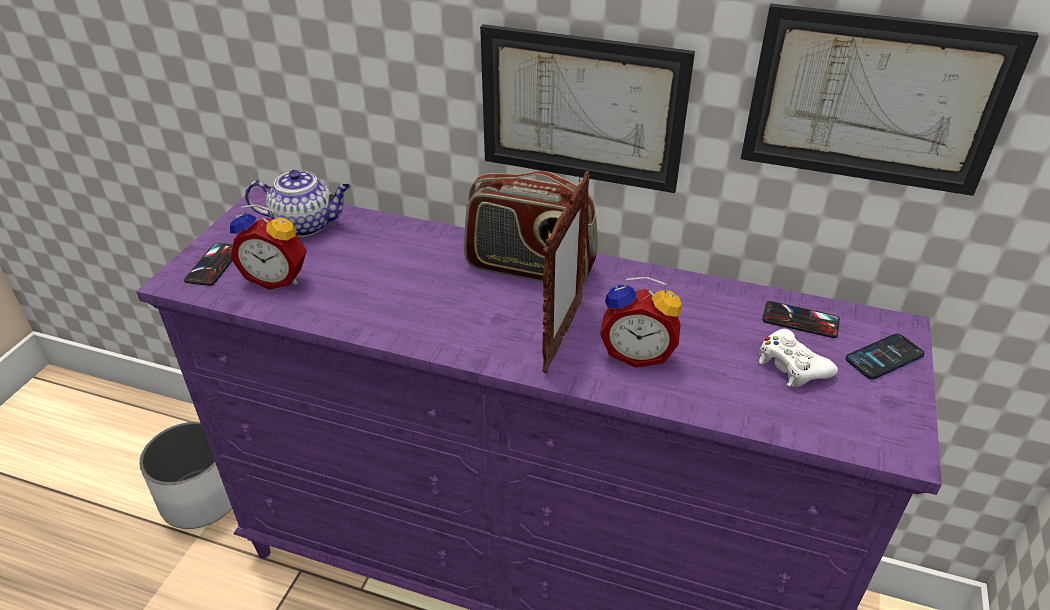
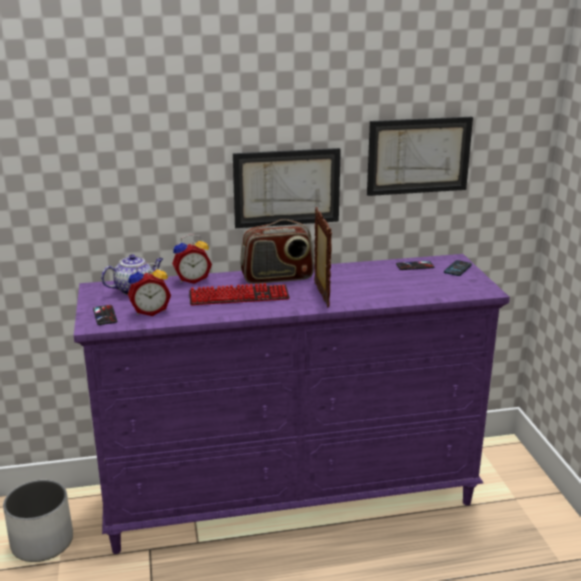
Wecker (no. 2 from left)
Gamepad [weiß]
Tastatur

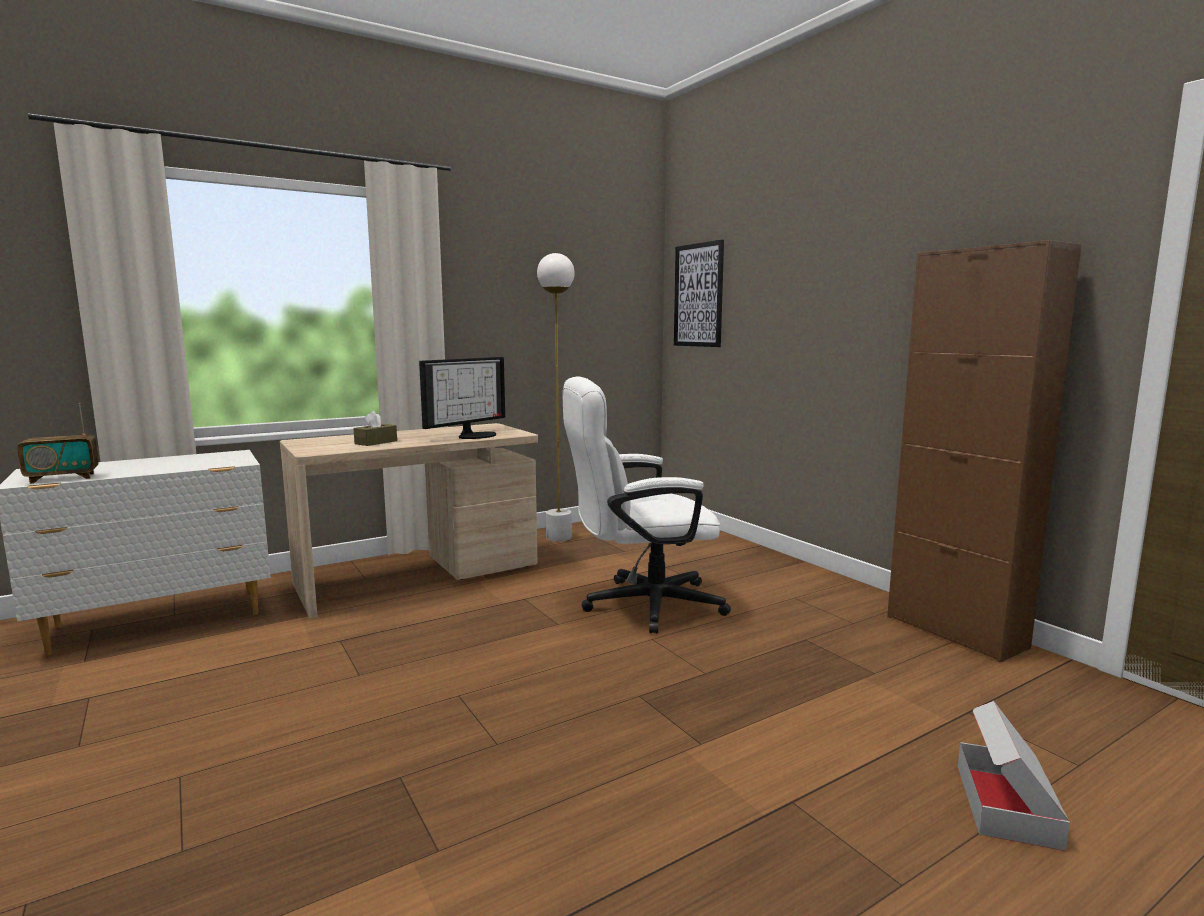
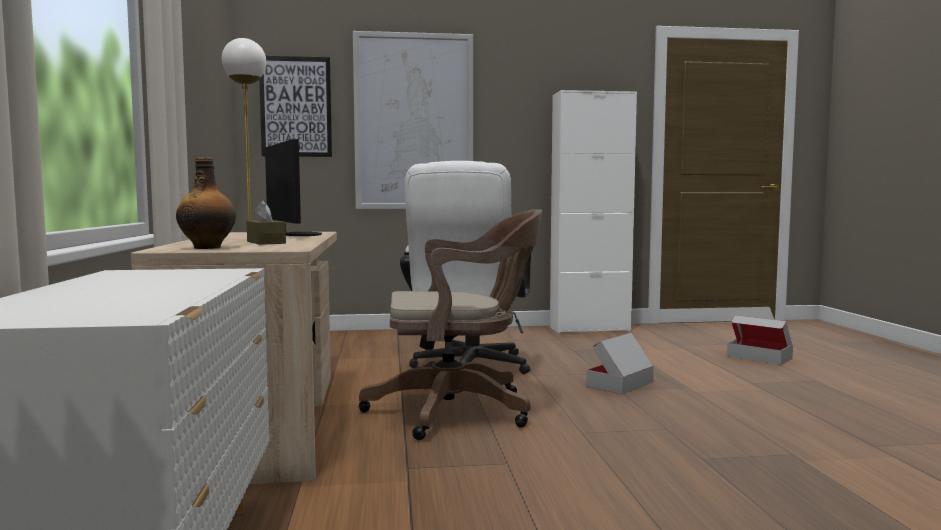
Schrank [weiß]
Radio
Bild (no. 2 from left)
Flasche
Bürostuhl [braun]
Karton (no. 1 from left)

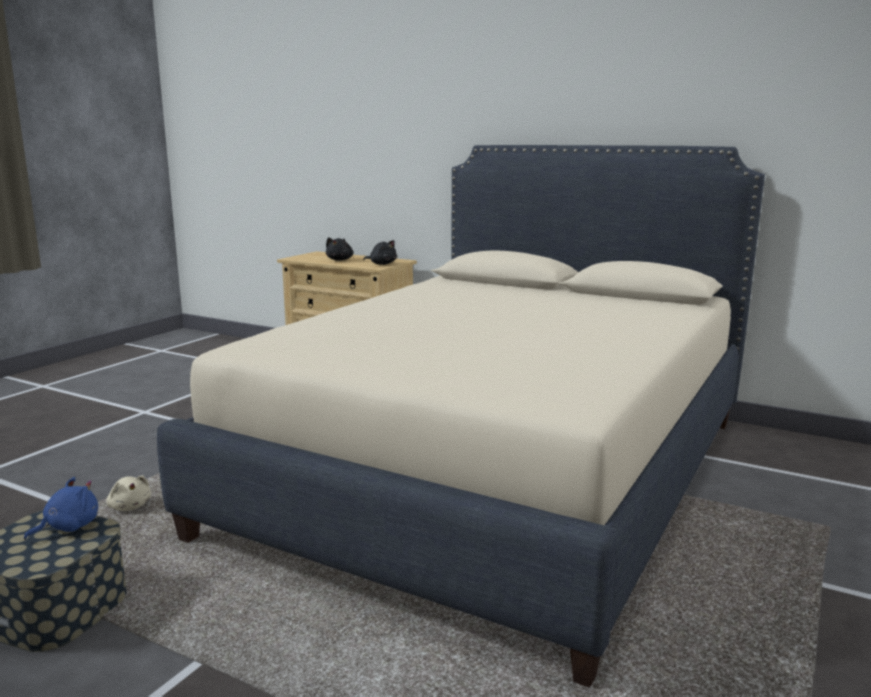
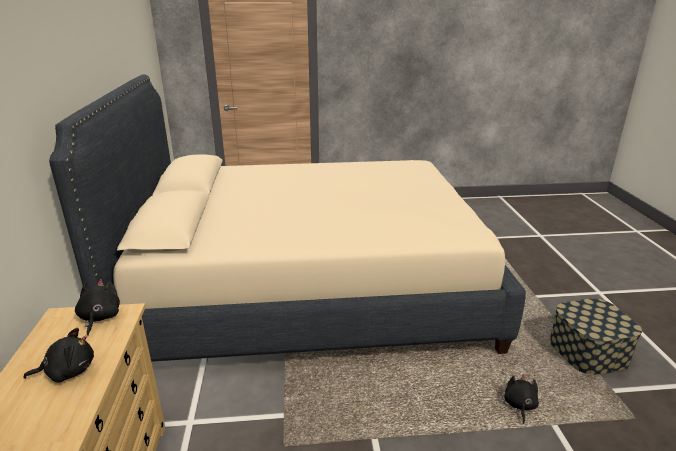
Plüschtier [schwarz] (no. 3 from left)
Plüschtier [blau]

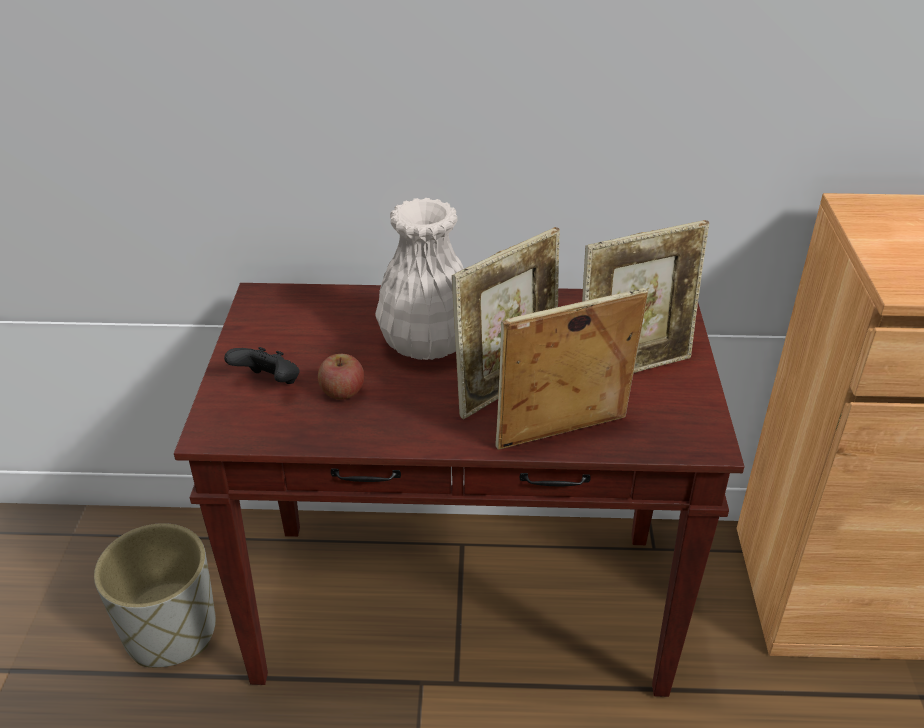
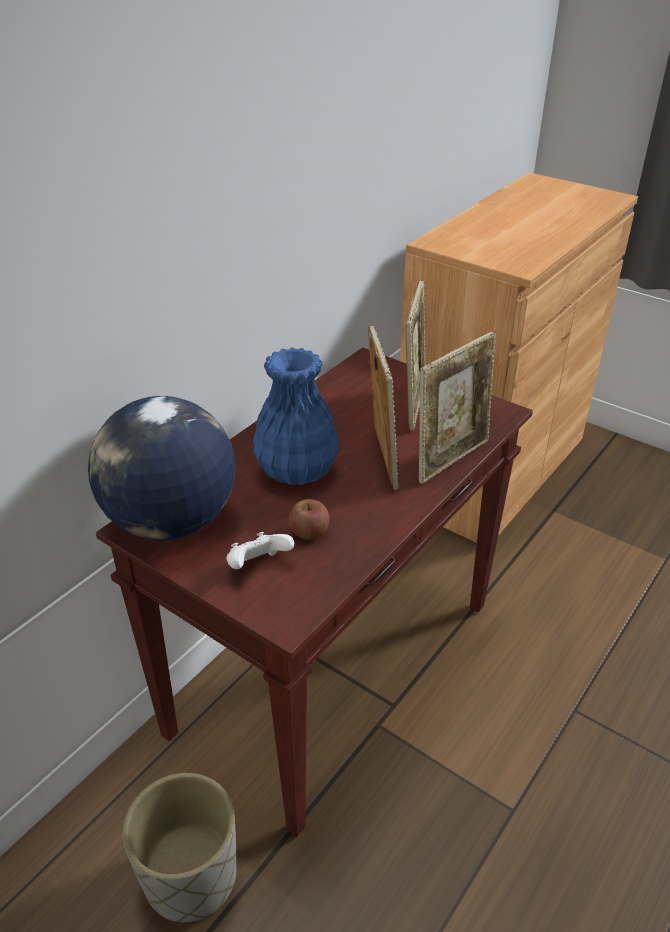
Vase [blau]
Bilderrahmen (no. 3 from left)
Gamepad [weiß]
Globus

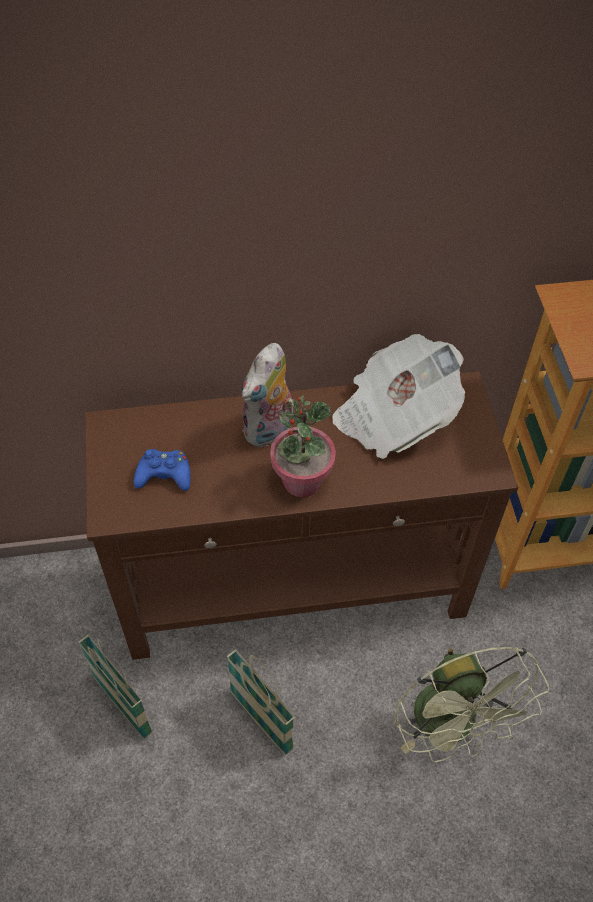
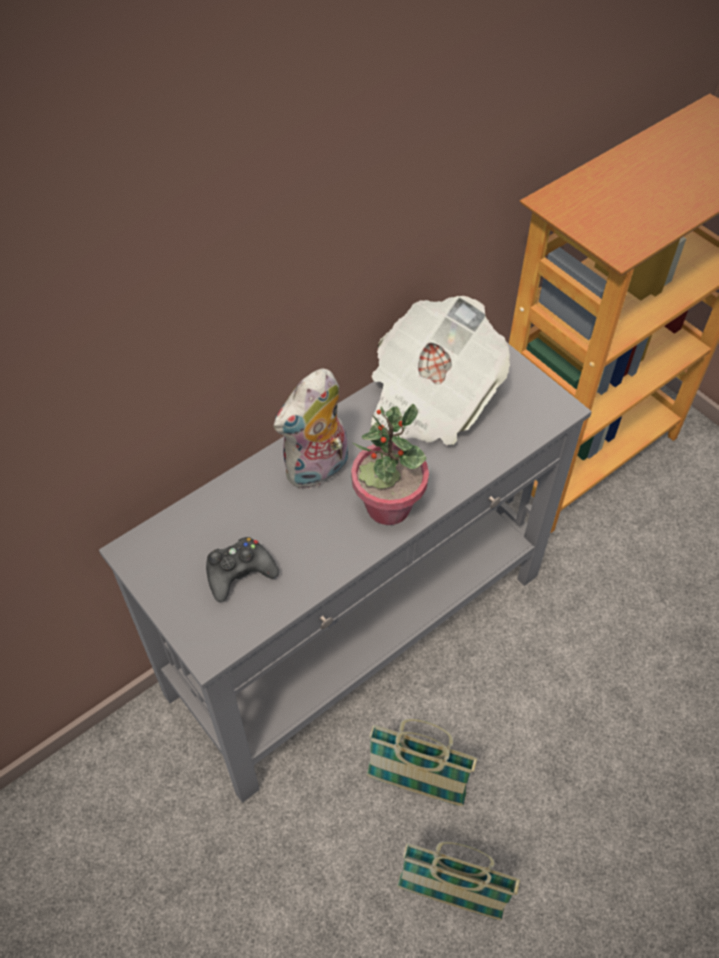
Plüschtier
Konsolentisch [grau]
Gamepad [schwarz]
Korb (no. 2 from left)
Ventilator [grün]

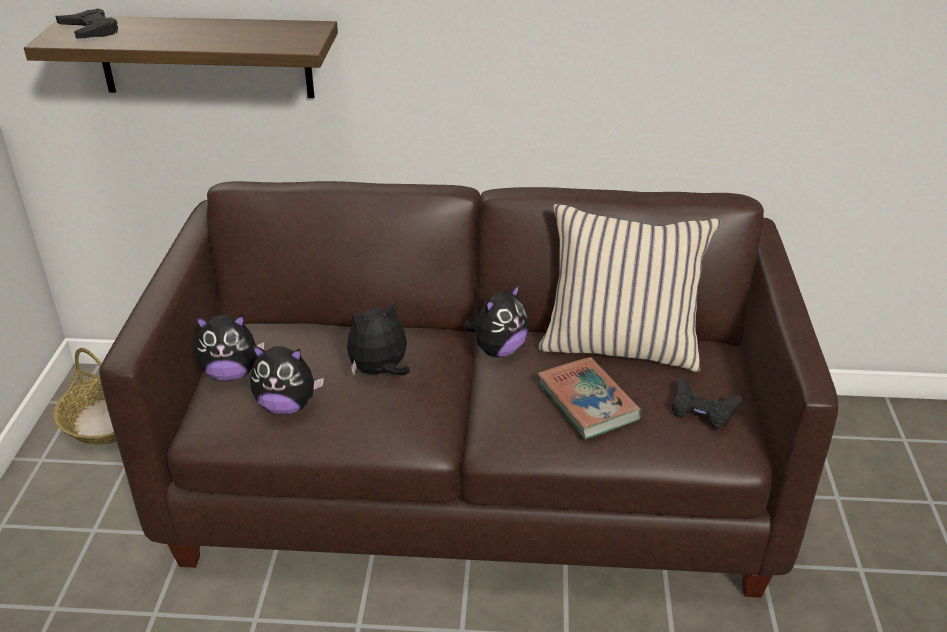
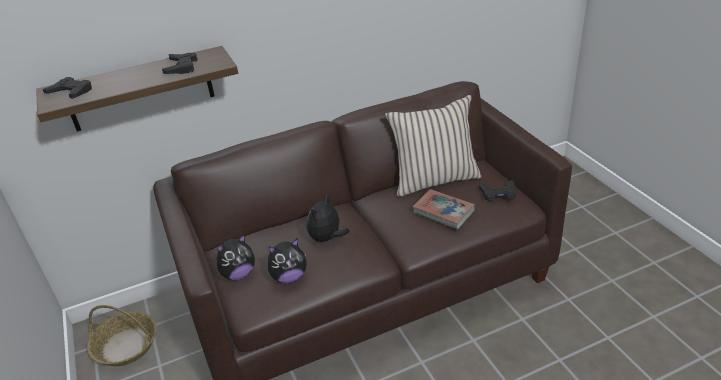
Plüschtier (no. 4 from left in the first image)
Gamepad [schwarz] (no. 2 from left)

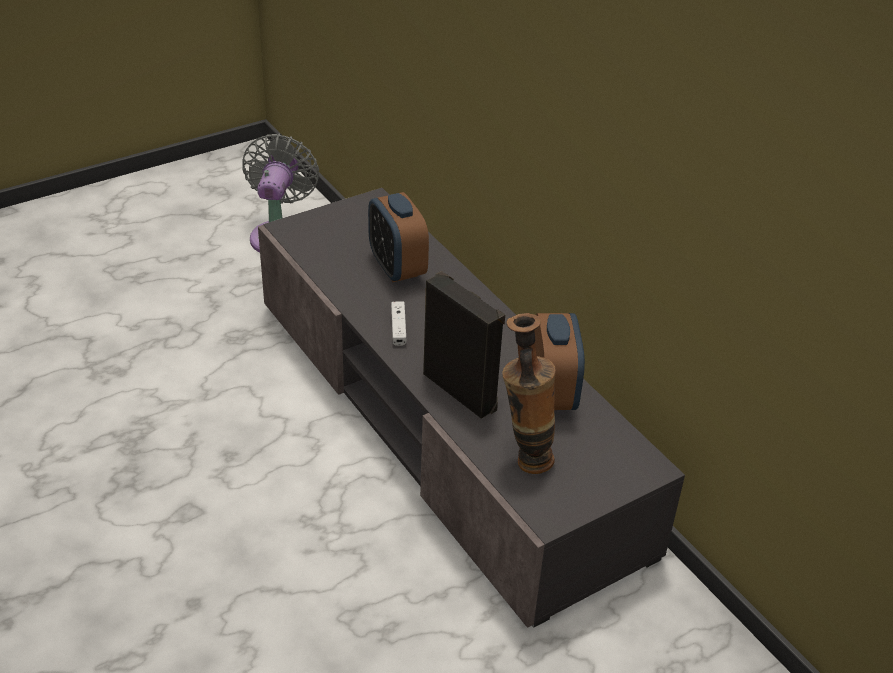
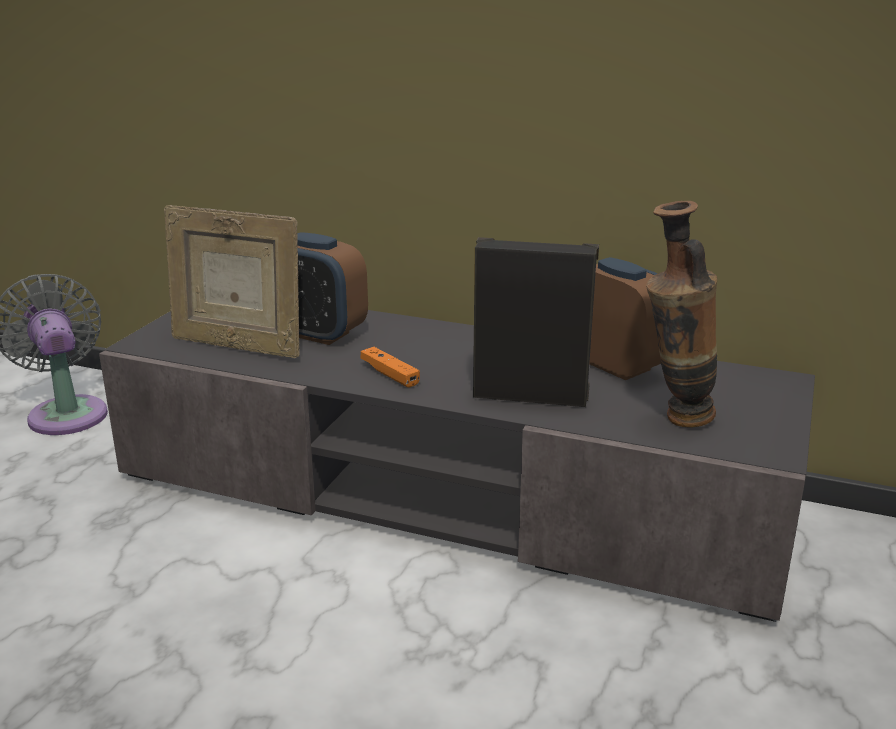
Gamepad [orange]
Bilderrahmen

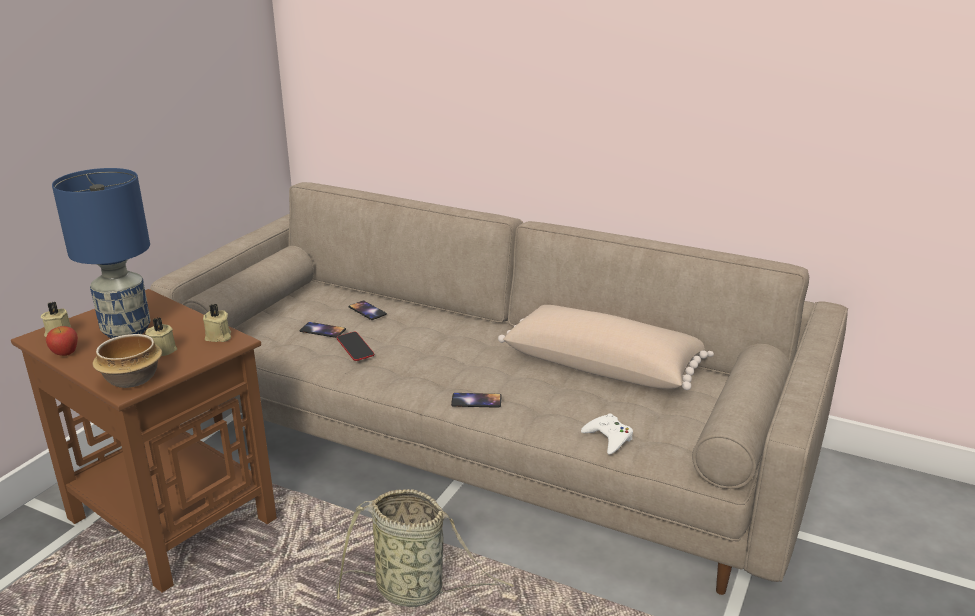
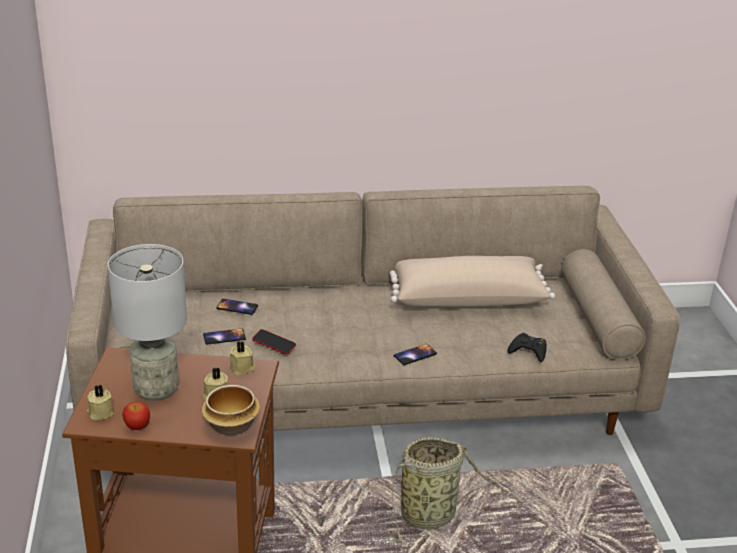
Tischlampe [grau]
Gamepad [schwarz]

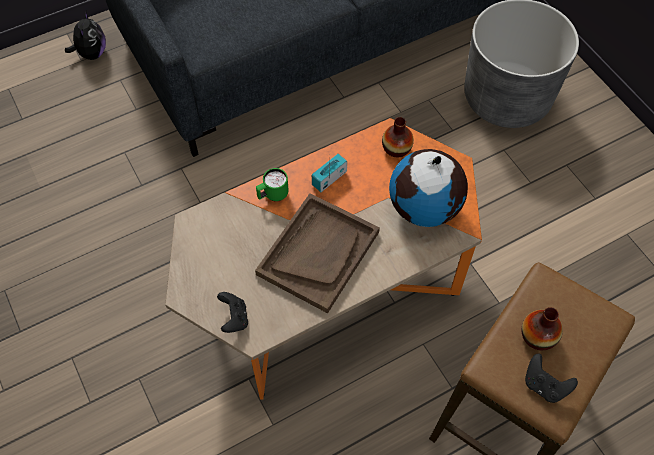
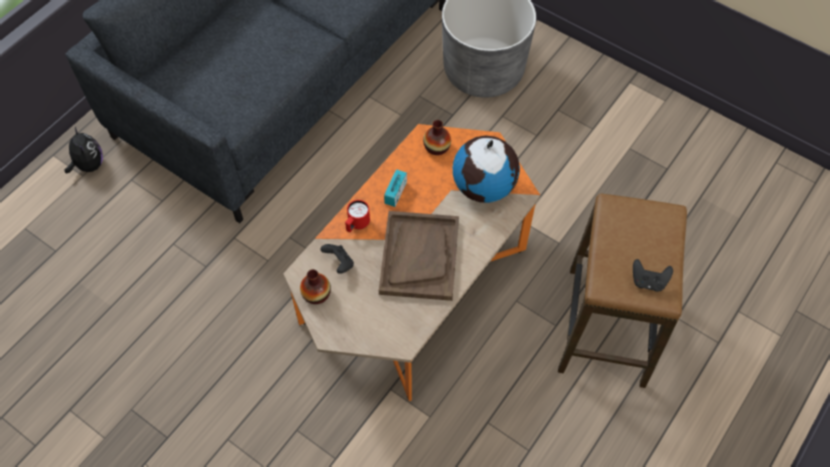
Henkelbecher [rot]
Gamepad [schwarz] (no. 1 from left)
Vase (no. 1 from left)

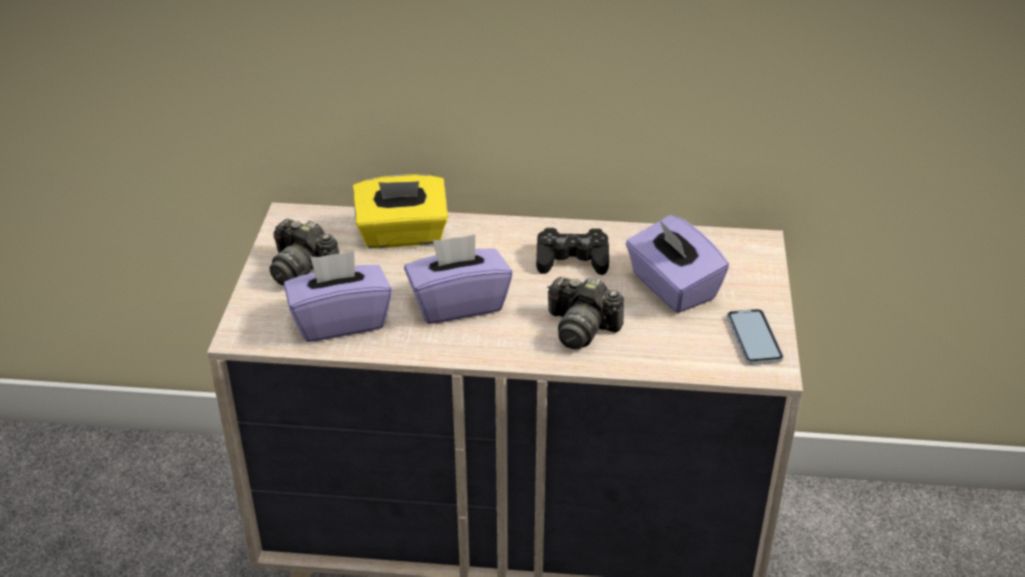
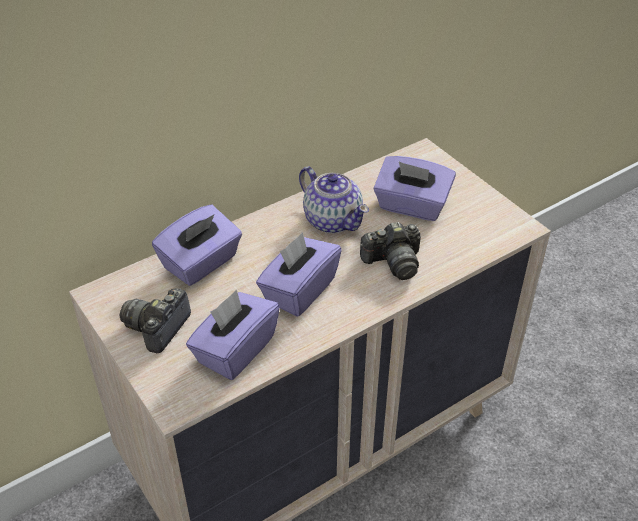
Taschentuchbox [lila] (no. 1 from left)
Kamera (no. 1 from left)
Teekanne
Handy

